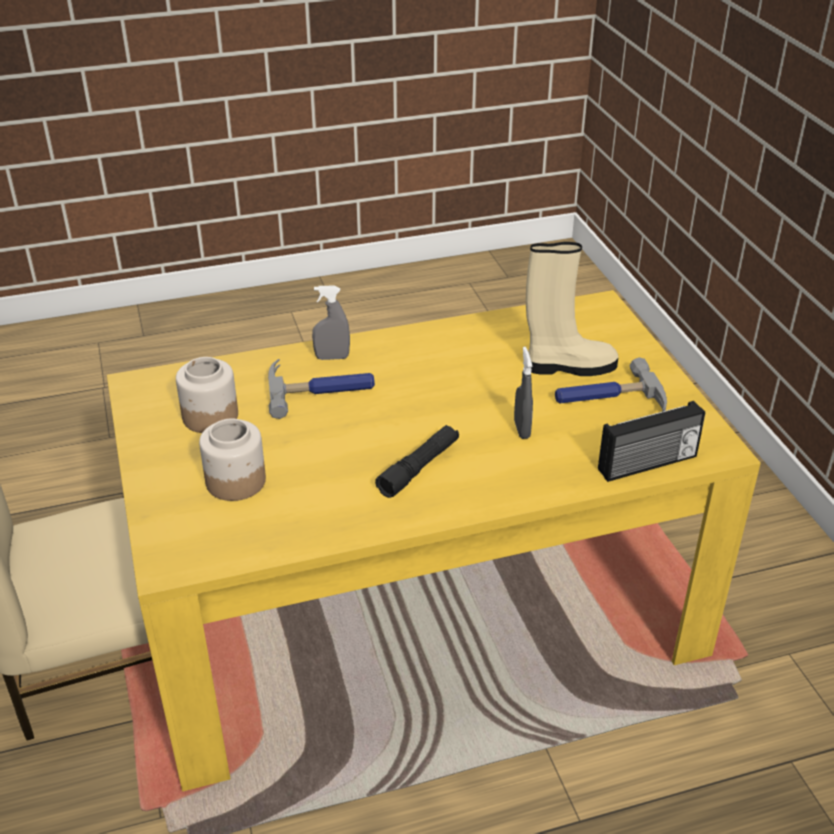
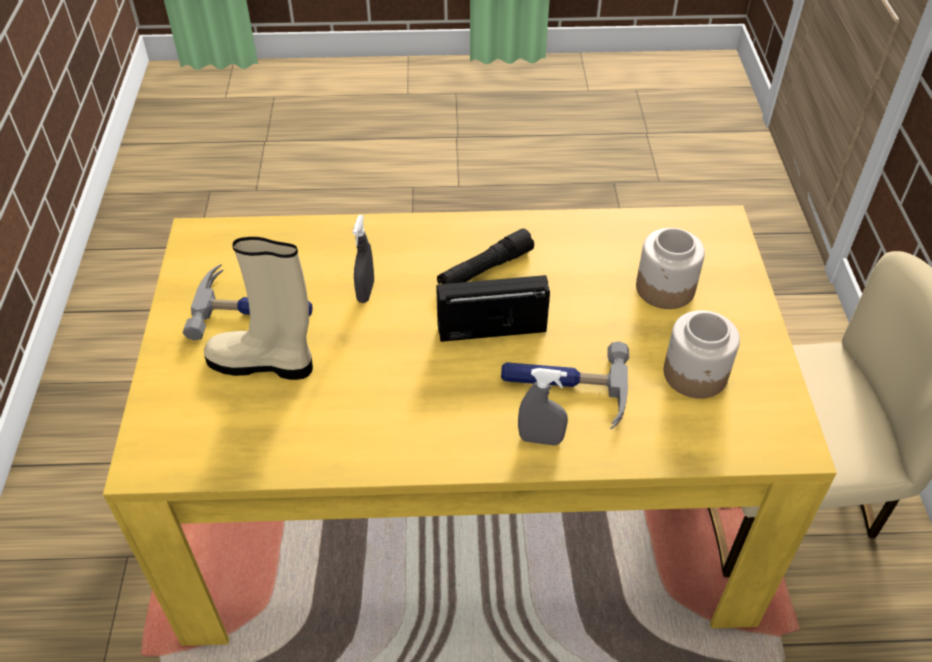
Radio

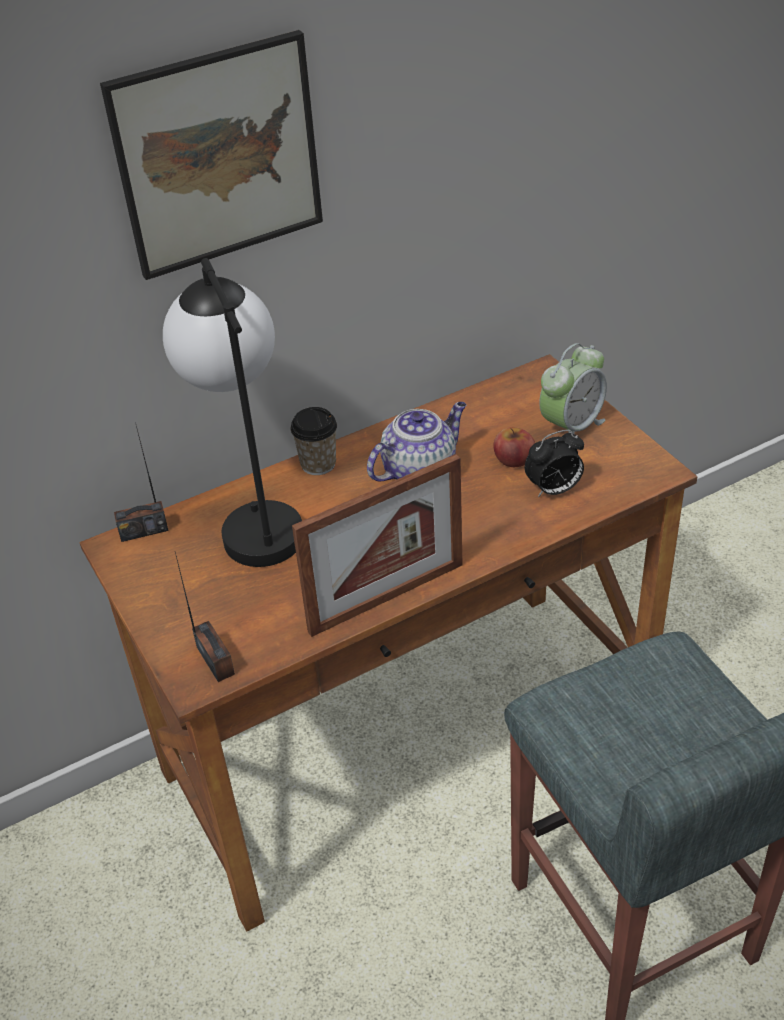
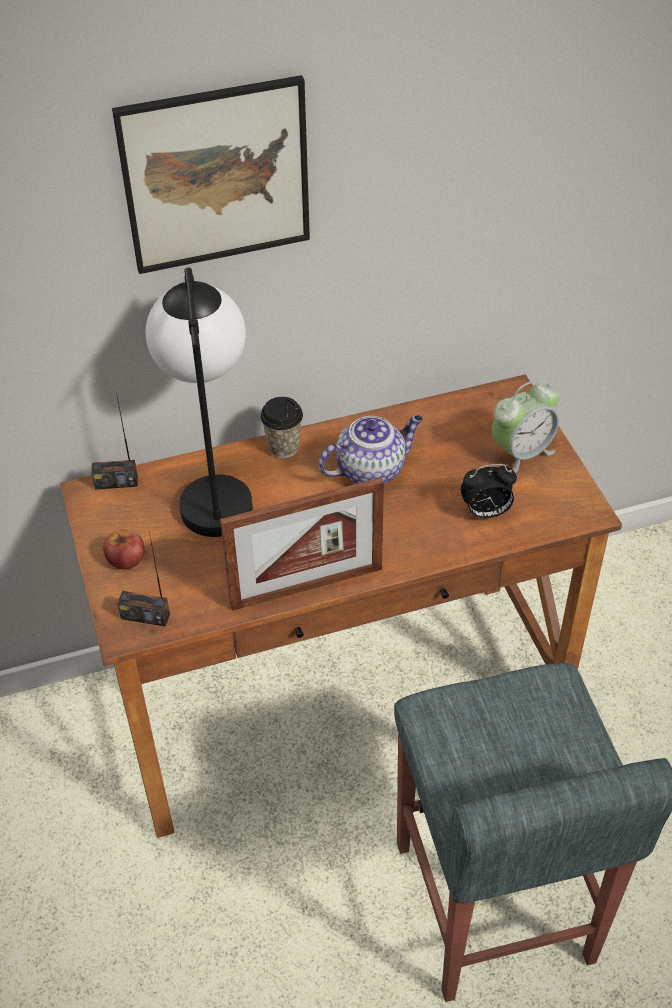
Apfel
Radio (no. 2 from left)

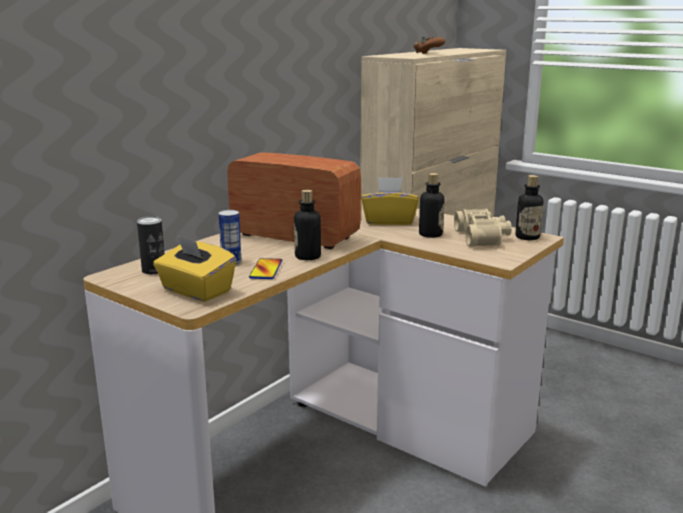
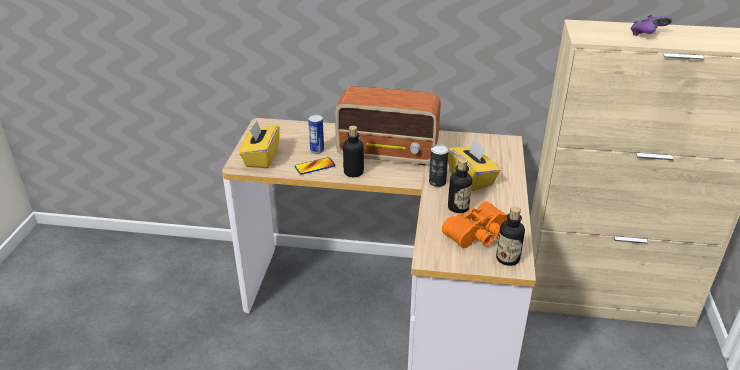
Gamepad [lila]
Radio
Fernglas [orange]
Dose (no. 2 from left)

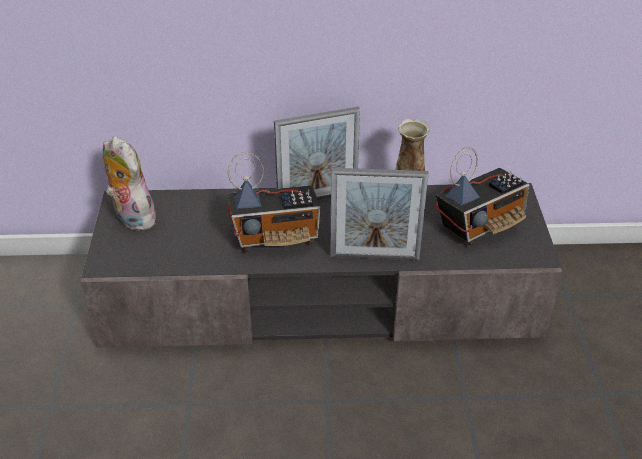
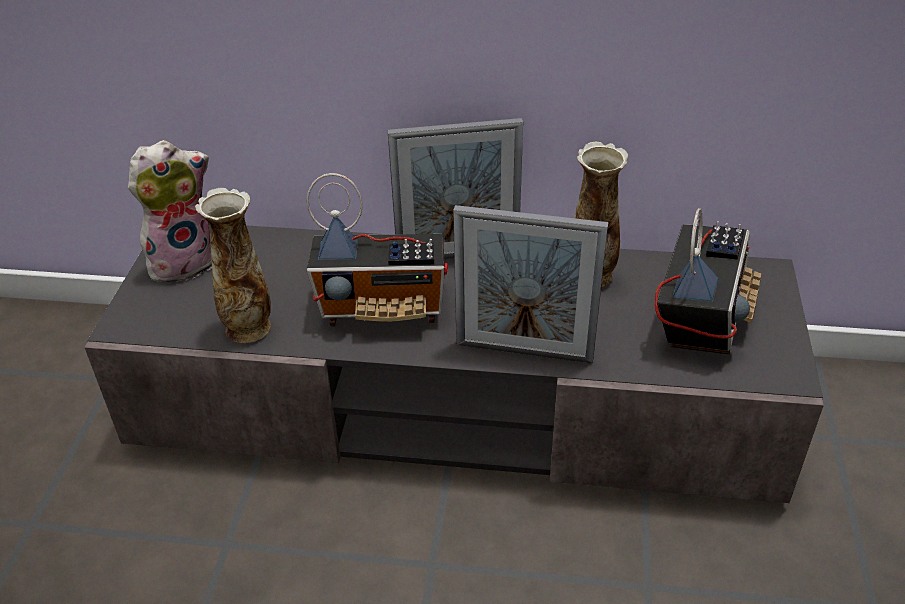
Plüschtier
Radio (no. 2 from left)
Vase (no. 1 from left)

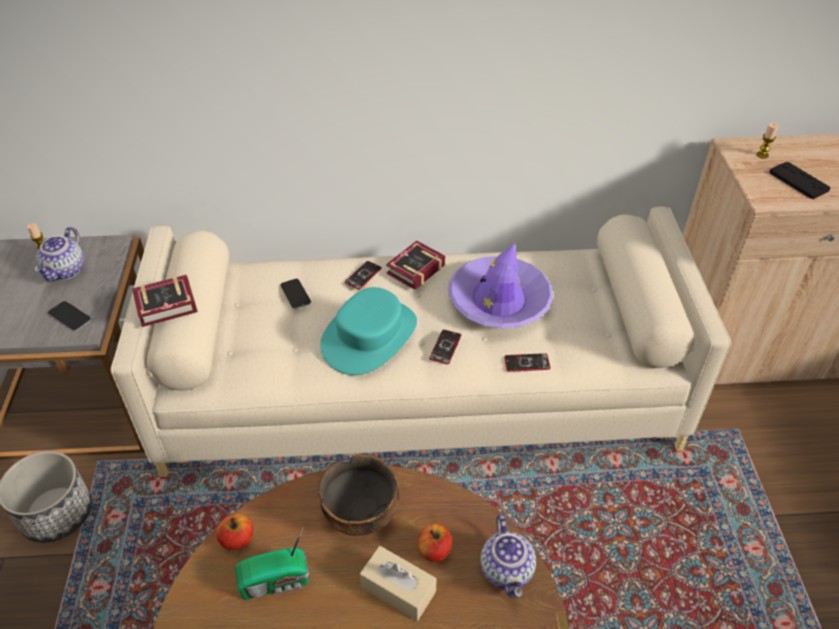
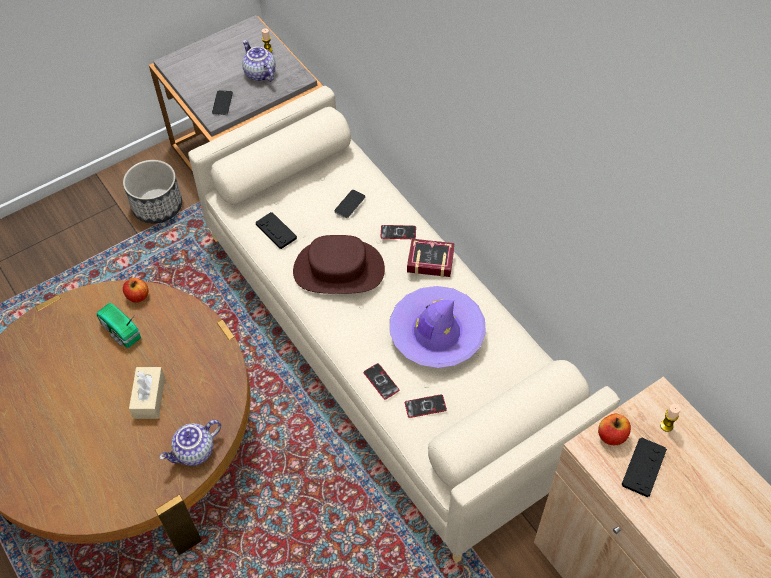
Teekanne (no. 2 from left)
Buch (no. 1 from left in the first image)
Hut [braun]
Handy (no. 5 from left)
Schüssel
Apfel (no. 2 from left)
Gamepad [schwarz] (no. 1 from left)

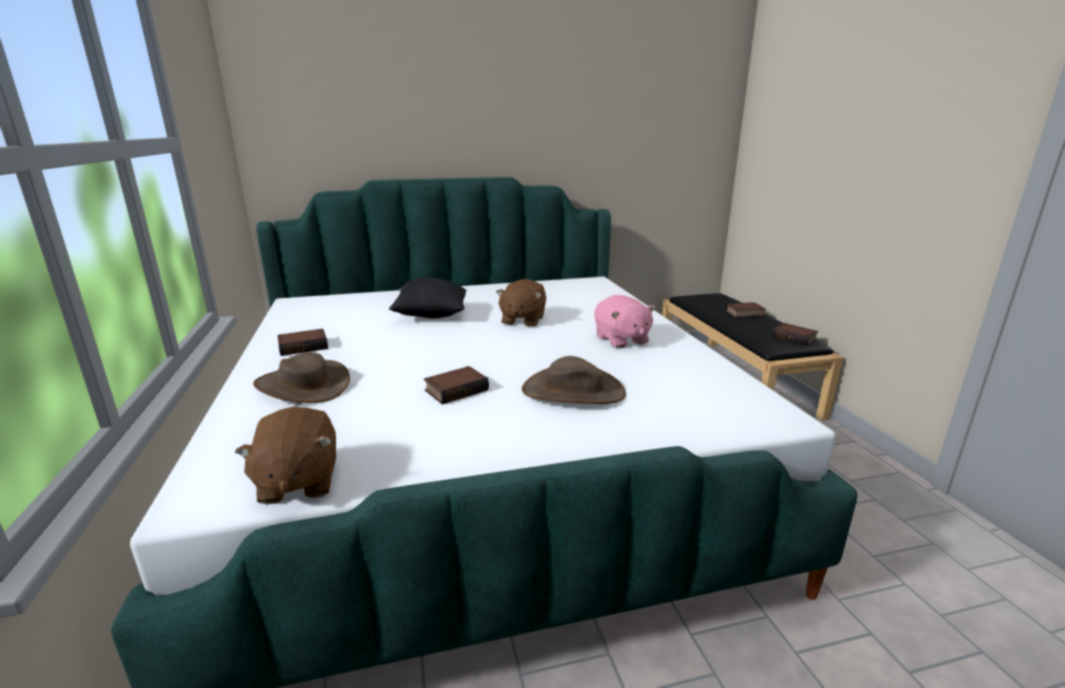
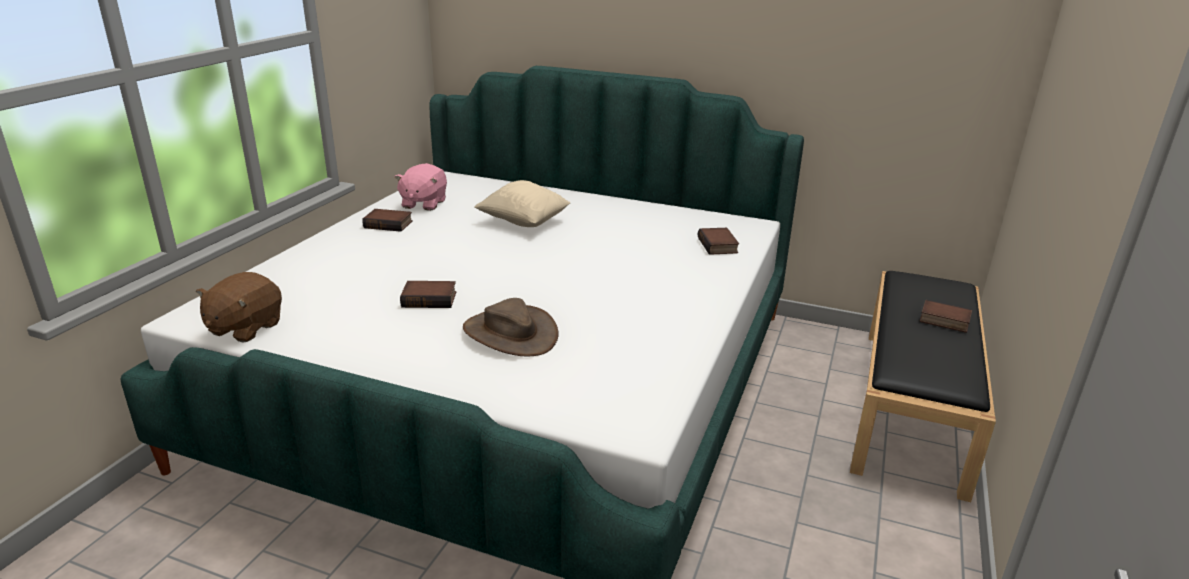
Kissen [beige]
Plüschtier [braun] (no. 2 from left in the first image)
Plüschtier [rosa]
Buch (no. 3 from left)
Hut [braun] (no. 1 from left in the first image)

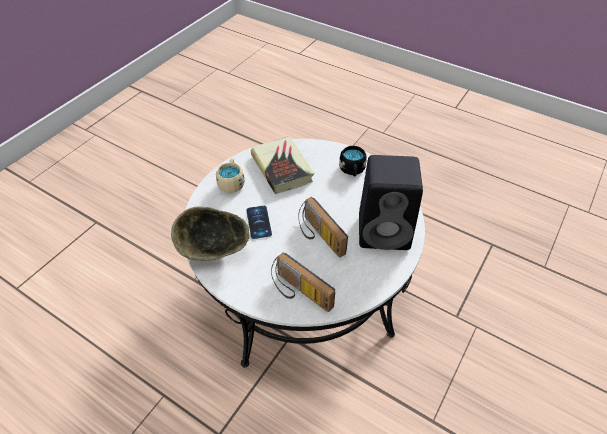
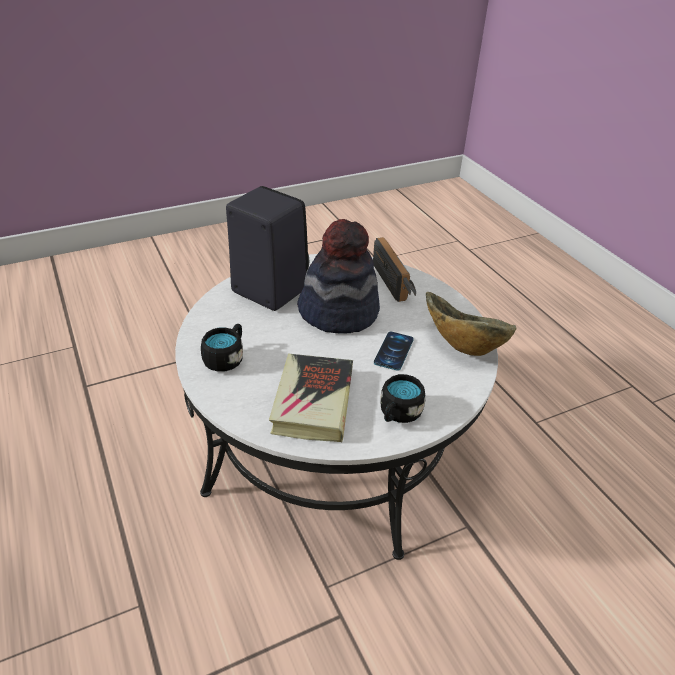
Henkelbecher [schwarz] (no. 2 from left)
Hut

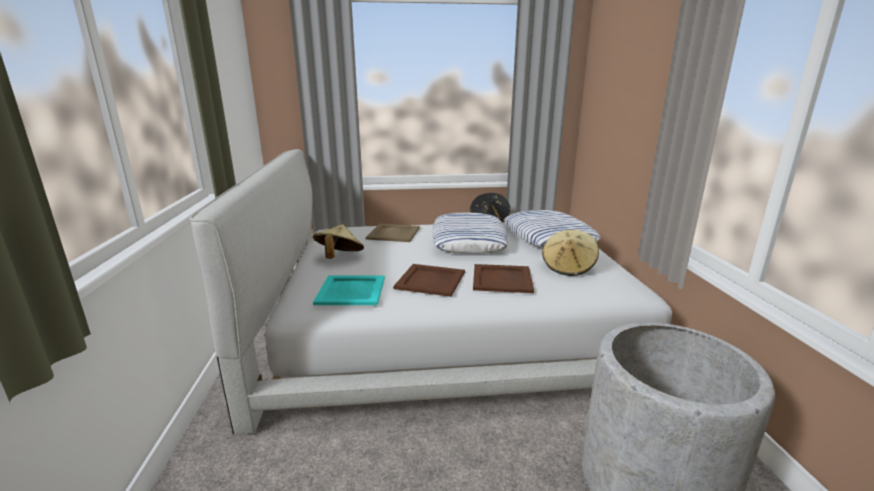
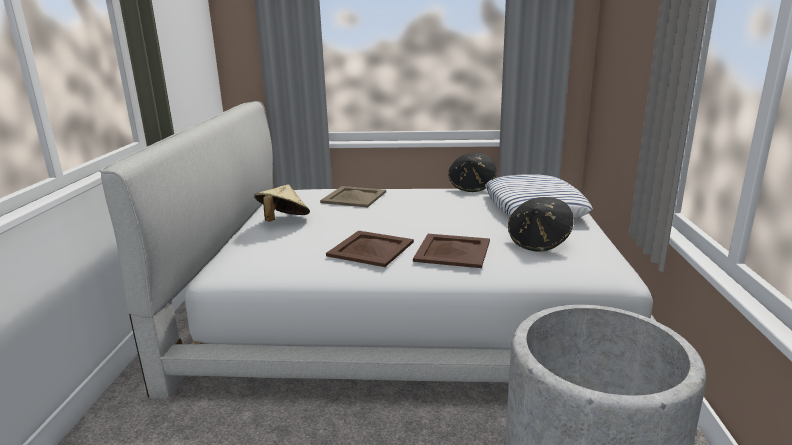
Kissen (no. 1 from left in the first image)
Hut [schwarz] (no. 2 from left)
Tablett [türkis]

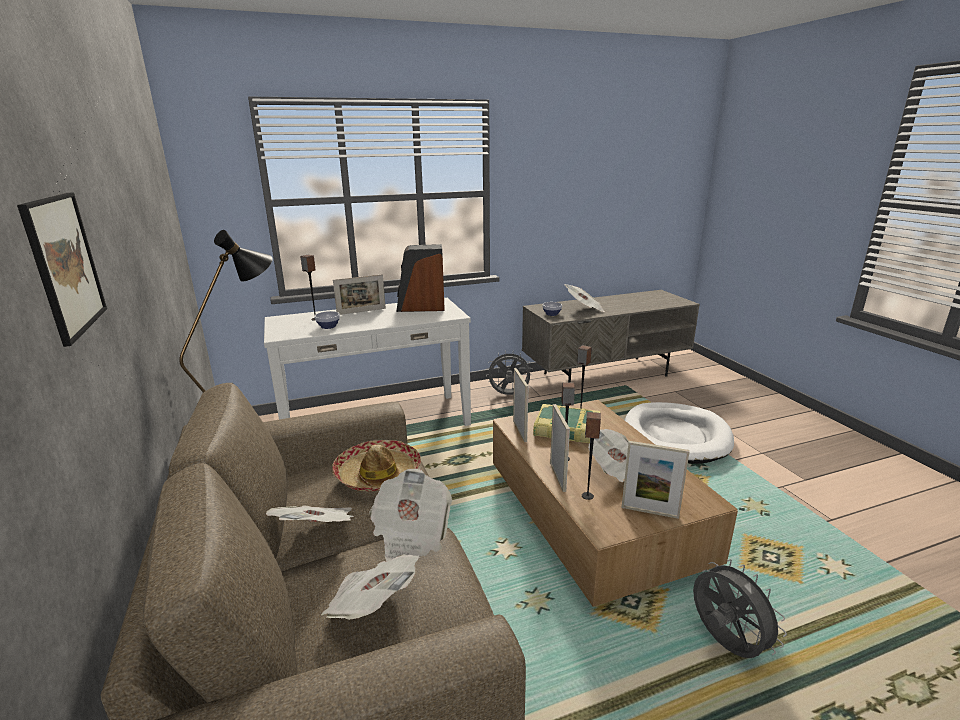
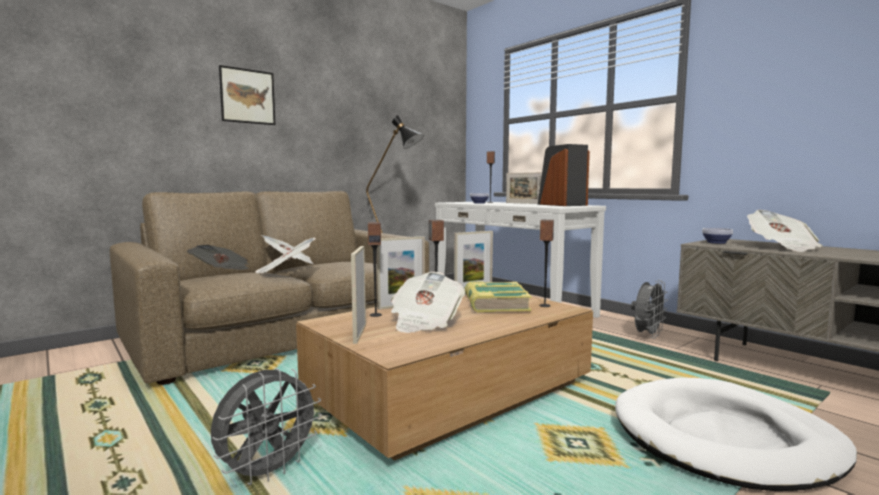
Ventilator [grau] (no. 2 from left)
Hut

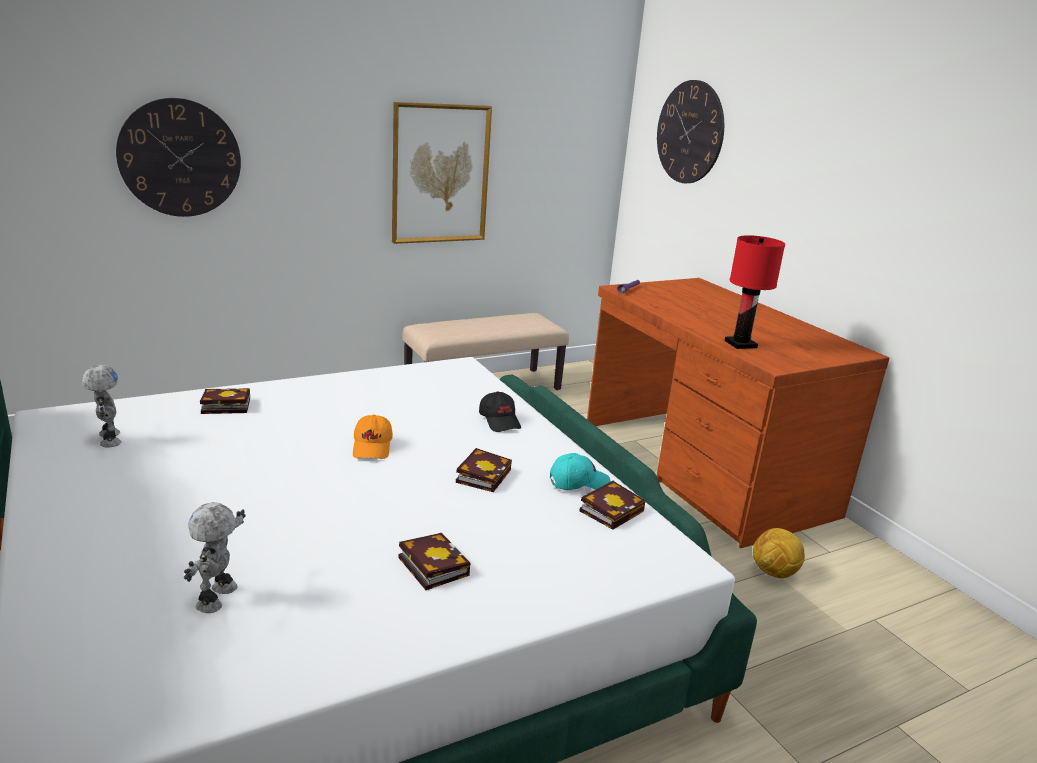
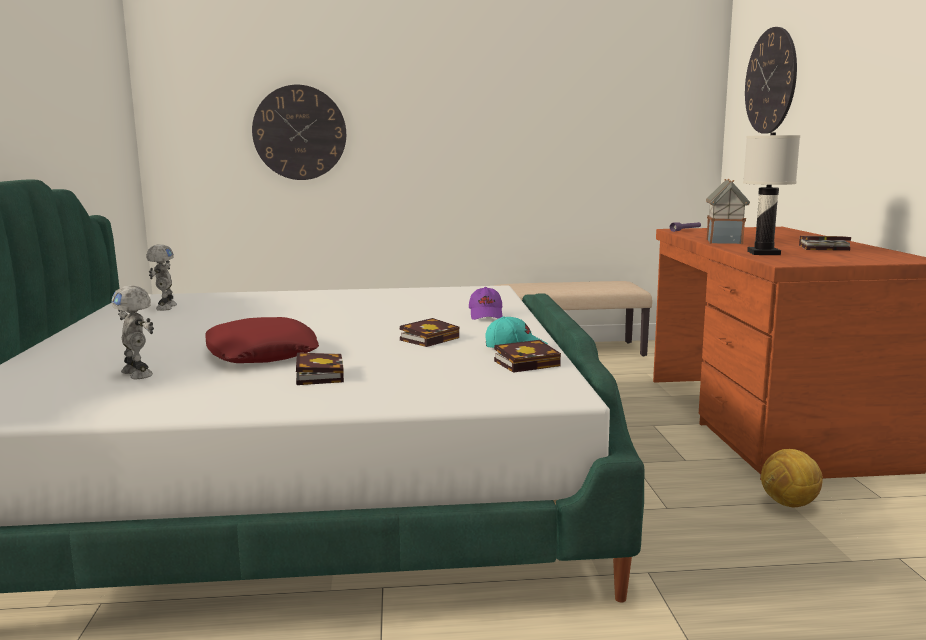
Bild
Tischlampe [weiß]
Buch (no. 4 from left)
Kappe [lila]
Kappe [orange]
Spielzeugroboter (no. 1 from left)
Spielzeughaus
Kissen [rot]

